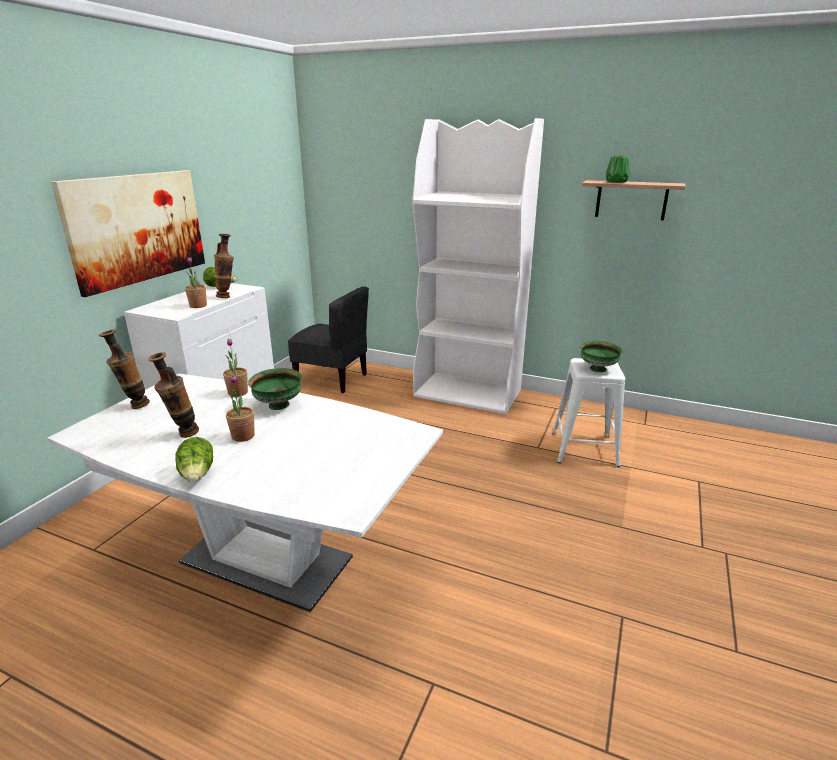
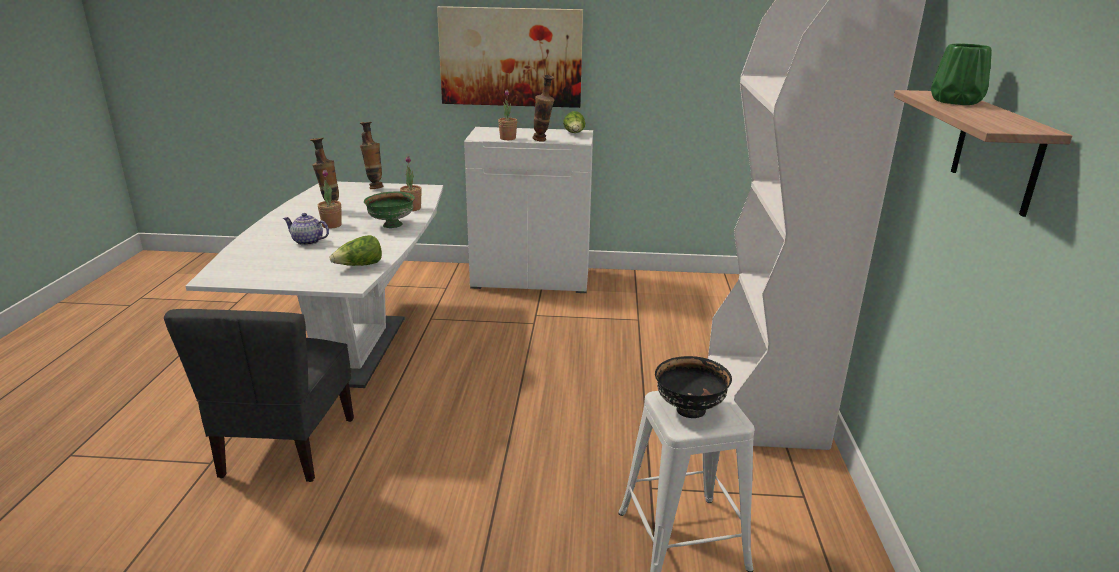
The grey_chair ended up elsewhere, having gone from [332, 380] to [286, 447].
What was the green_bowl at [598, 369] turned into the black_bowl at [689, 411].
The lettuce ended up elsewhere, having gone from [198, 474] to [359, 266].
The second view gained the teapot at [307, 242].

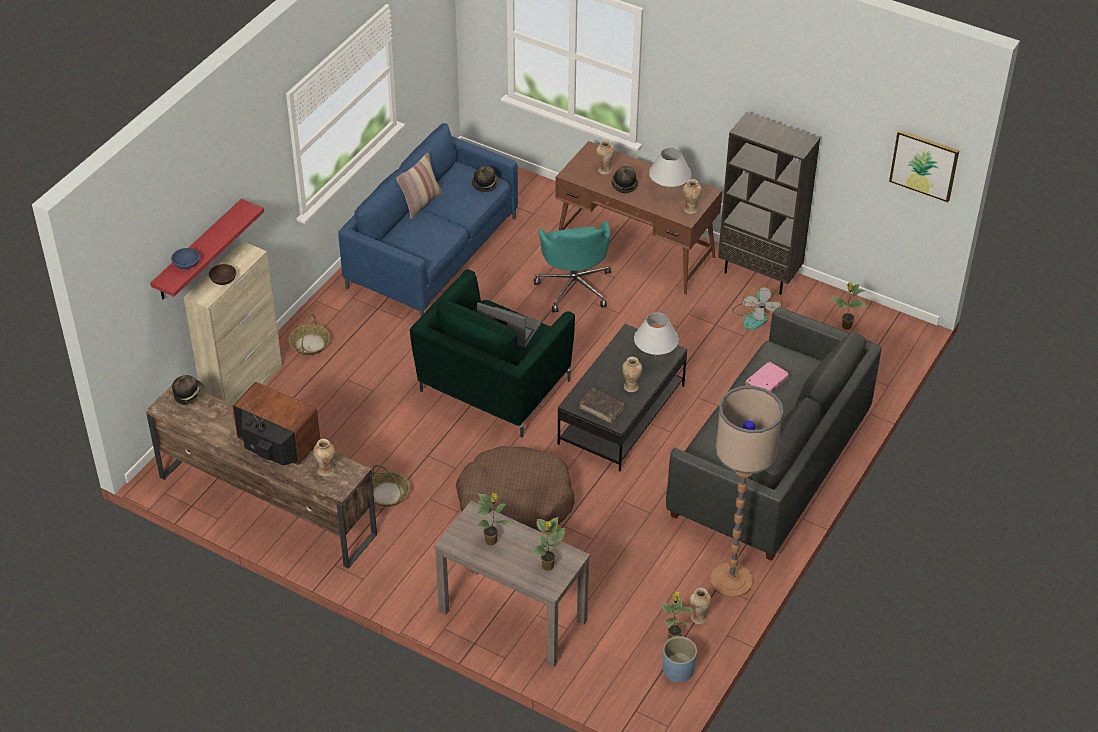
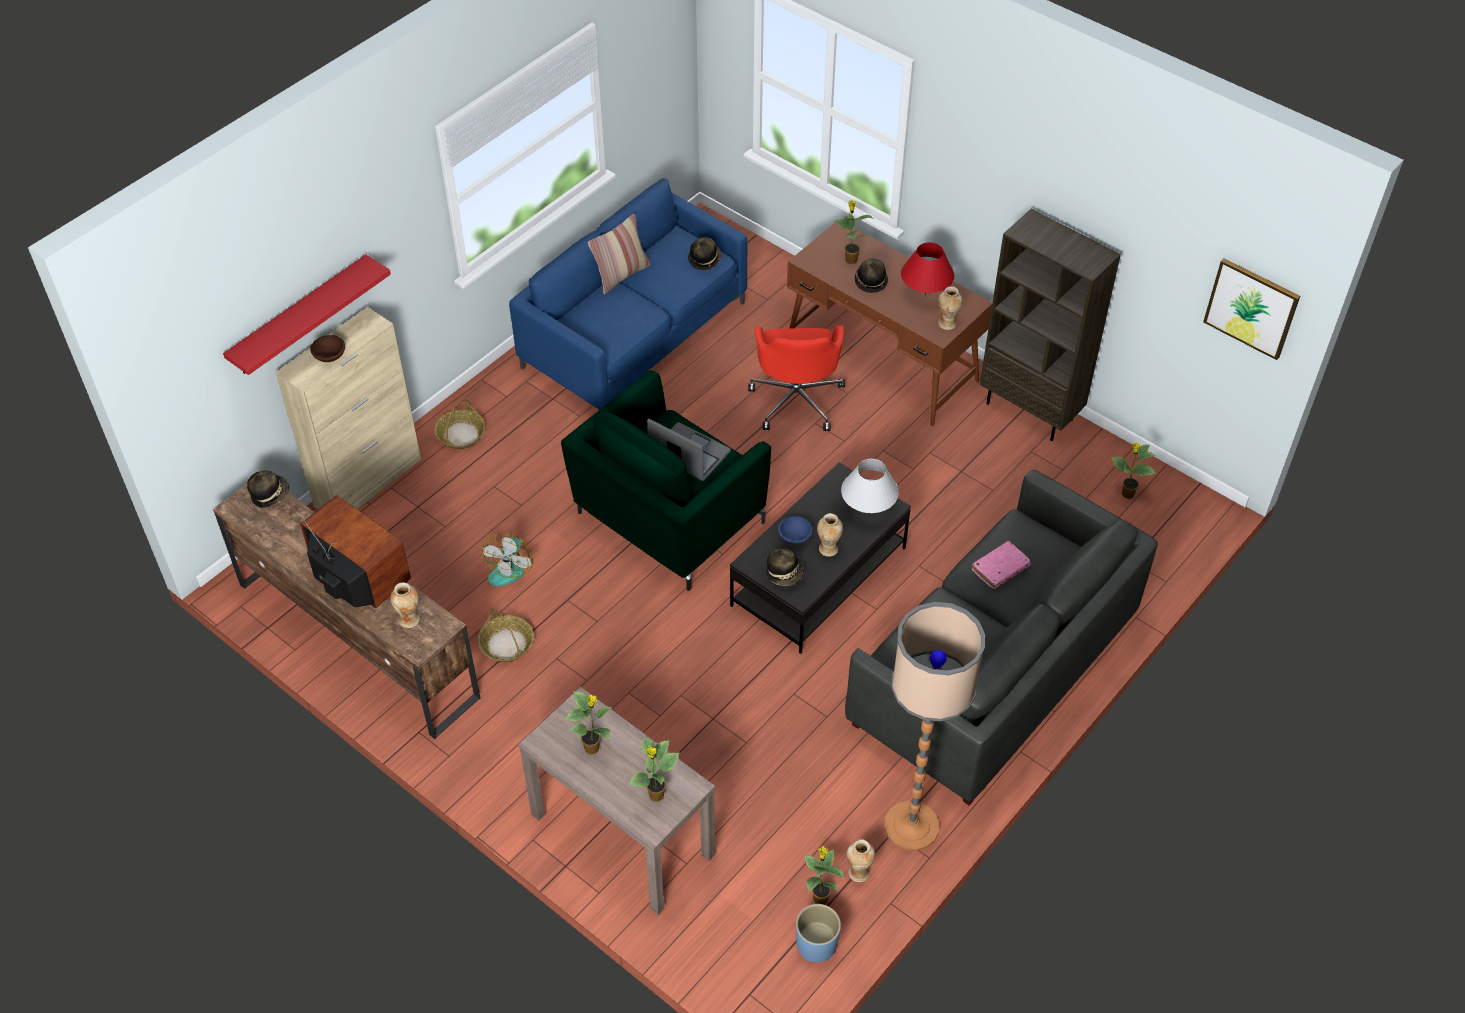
Where the vase stood at [604, 170], the potted_plant came to stand at [850, 259].
What was the white_table_lamp at [669, 190] turned into the red_table_lamp at [925, 295].
What was the turquoise_office_chair at [574, 286] turned into the red_office_chair at [796, 399].
The blue_bowl ended up elsewhere, having gone from [186, 264] to [795, 536].
The fan ended up elsewhere, having gone from [755, 316] to [509, 567].
Where the brown_book stood at [601, 408], the hat came to stand at [785, 574].
The second view lost the brown_dog_bed at [515, 501].

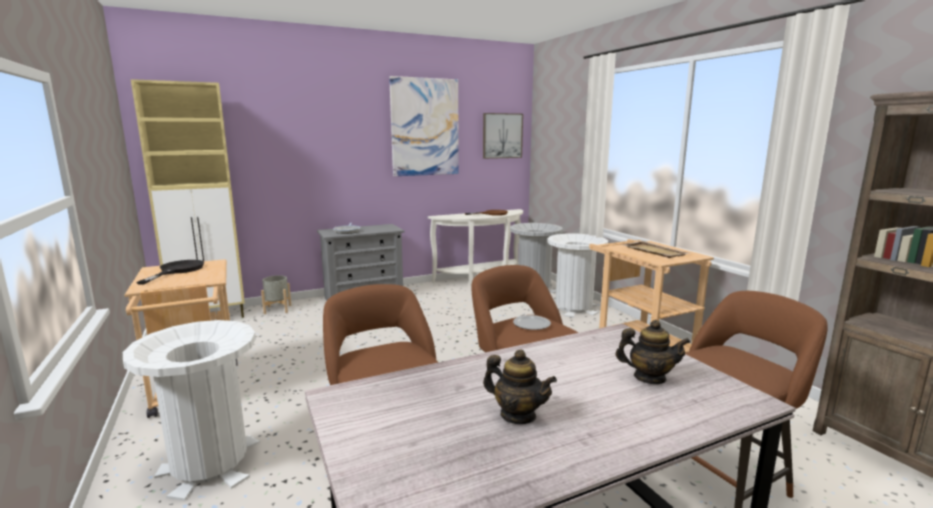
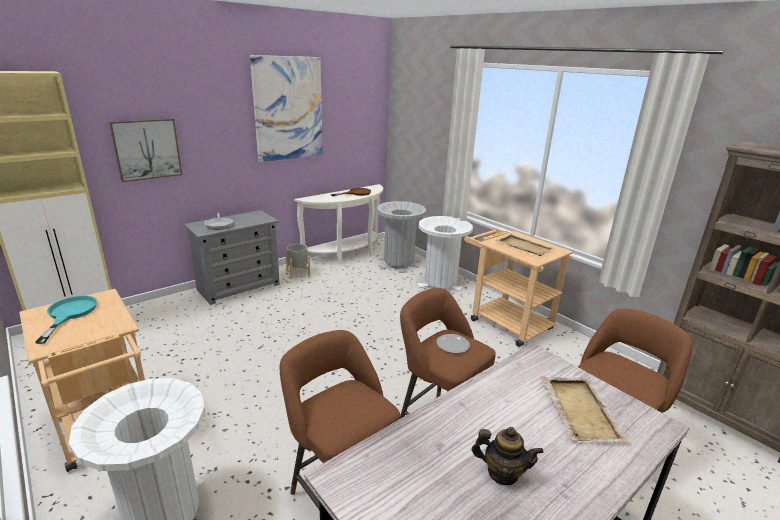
The picture ended up elsewhere, having gone from [502, 135] to [147, 149].
What was the black_frying_pan at [177, 271] turned into the turquoise_frying_pan at [69, 314].
The grey_planter ended up elsewhere, having gone from [277, 309] to [298, 273].
Where the teapot stood at [649, 378], the beige_tray came to stand at [580, 409].

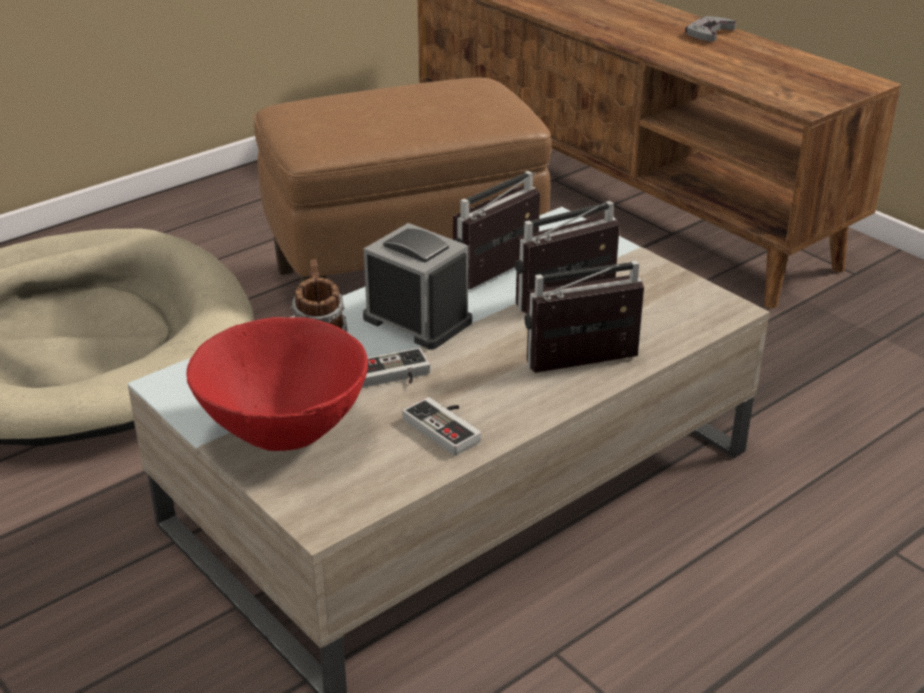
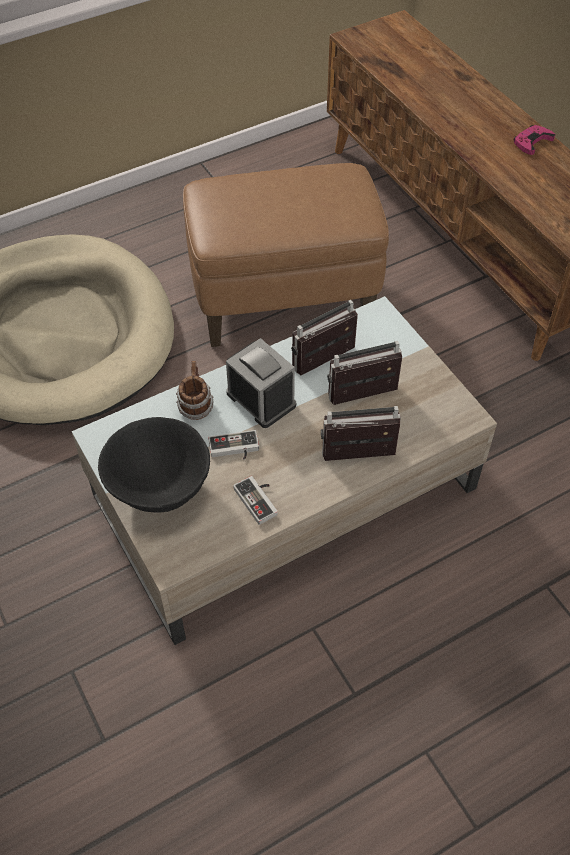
What was the grey_game_controller at [708, 33] turned into the pink_game_controller at [532, 142].
What was the red_bowl at [284, 433] turned into the black_bowl at [159, 490].

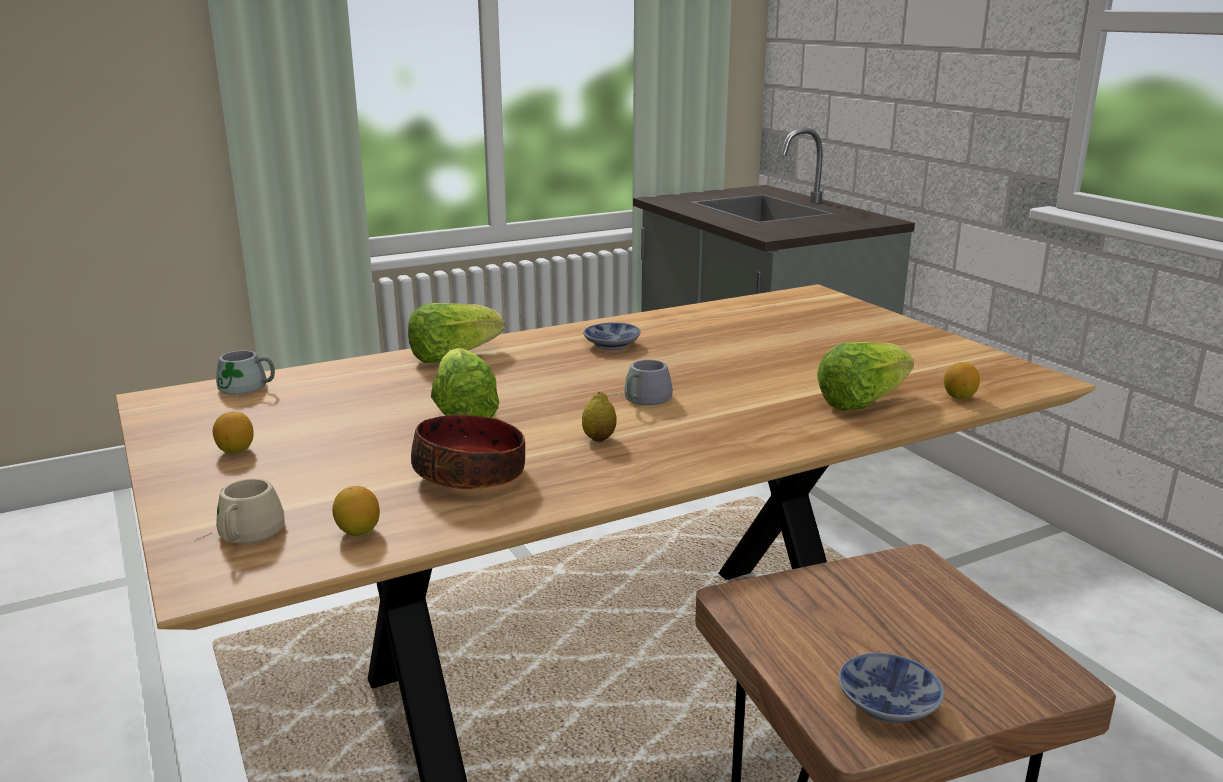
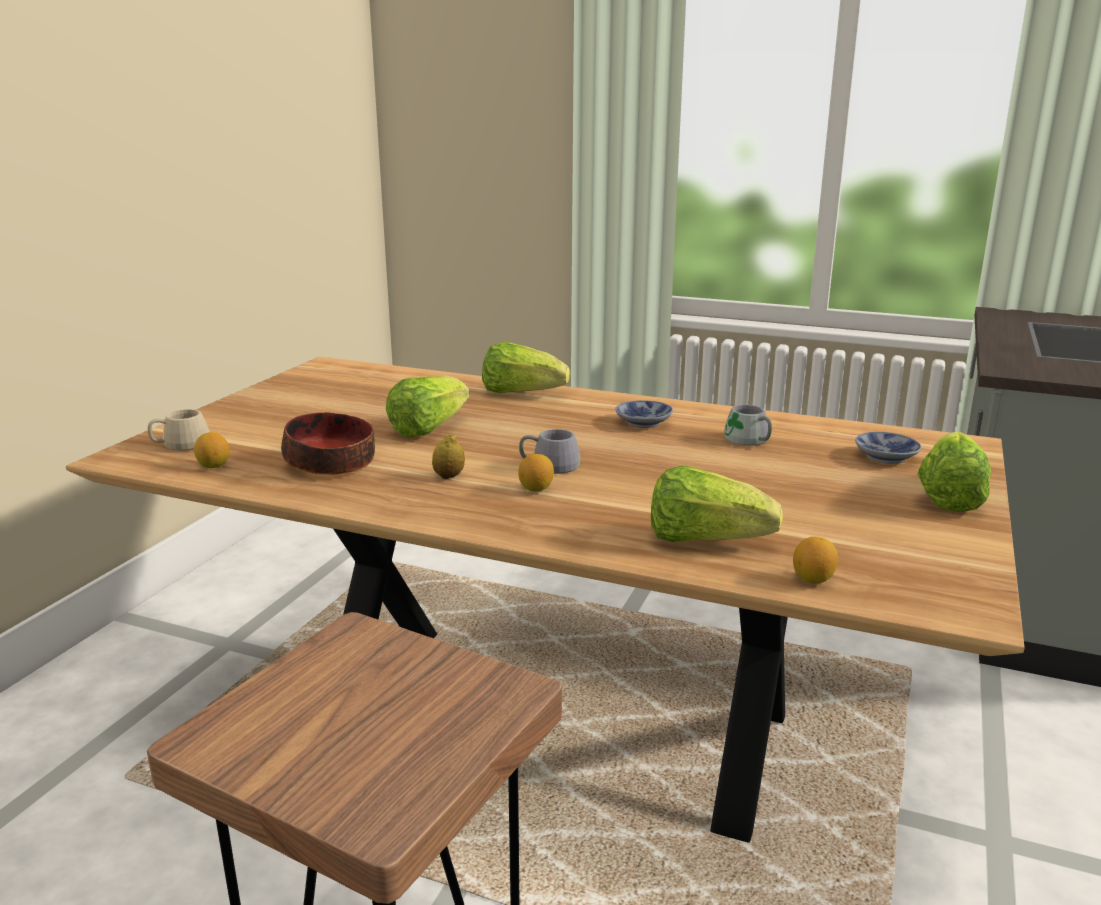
The grey_mug ended up elsewhere, having gone from [246, 389] to [746, 442].
The lemon ended up elsewhere, having gone from [236, 450] to [536, 489].
The bowl ended up elsewhere, having gone from [892, 705] to [887, 458].
The second view gained the lettuce at [949, 497].

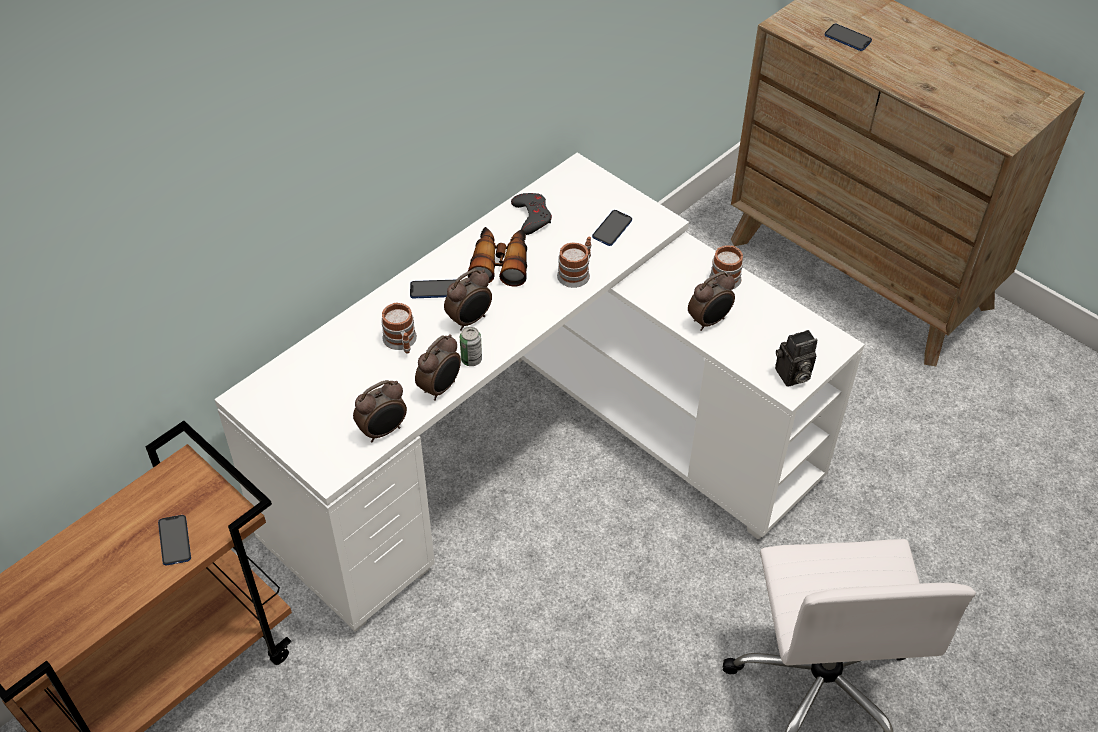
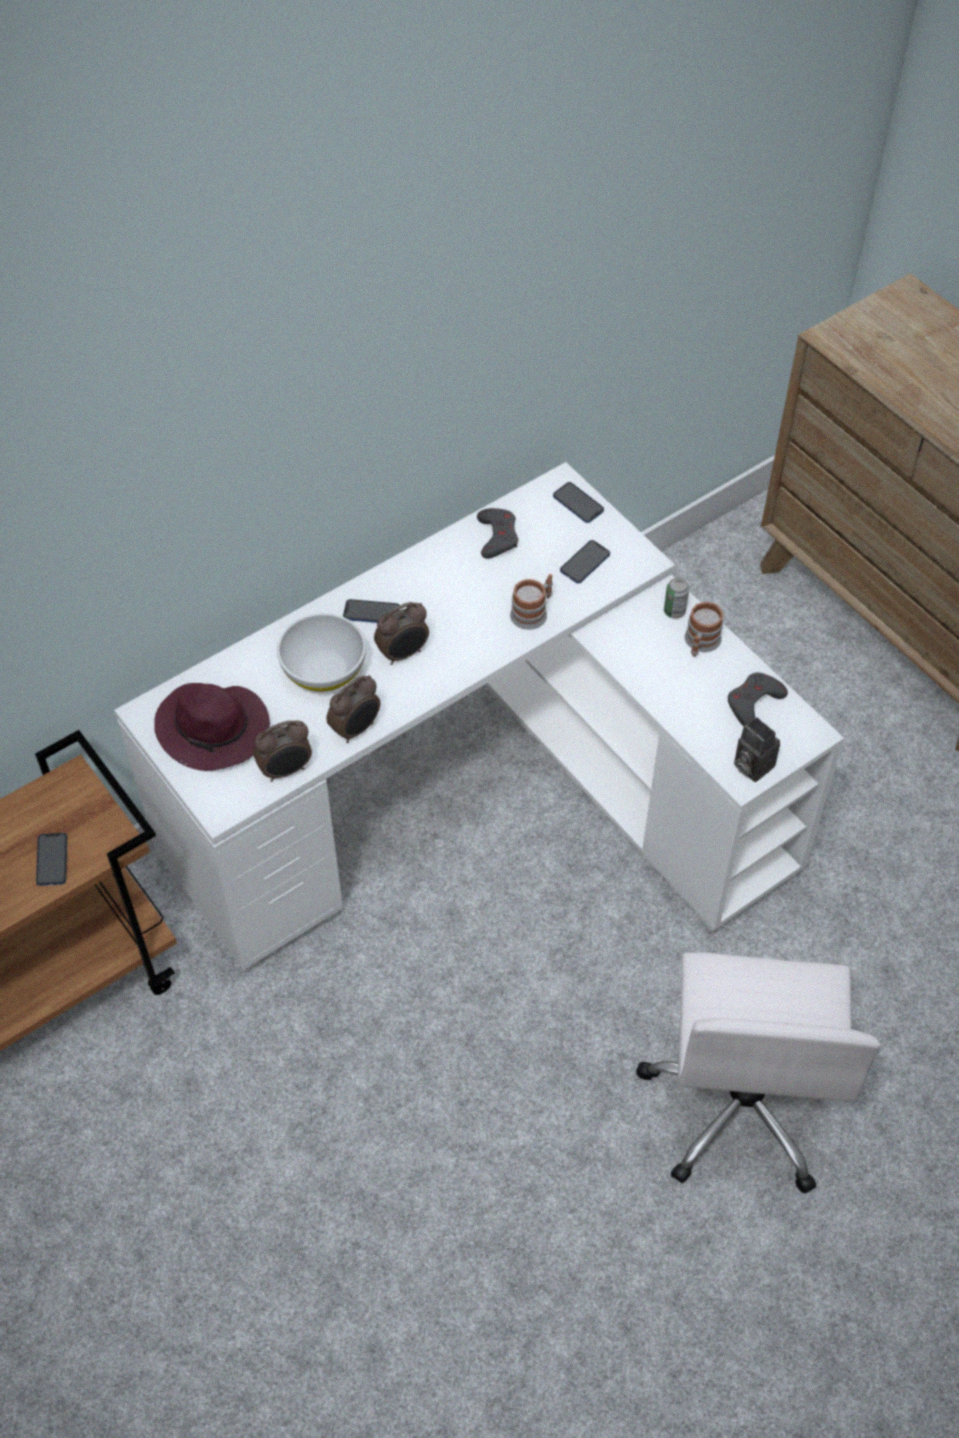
The phone ended up elsewhere, having gone from [847, 38] to [578, 503].
The second view lost the binoculars at [500, 262].
The second view lost the alarm_clock at [709, 321].
Where the mug stood at [401, 342], the white_bowl came to stand at [324, 670].
The can ended up elsewhere, having gone from [471, 360] to [674, 611].
The photo_camera at [791, 376] ended up facing another way, 60 degrees clockwise from before.
The second view gained the grey_game_controller at [753, 702].
The second view gained the purple_hat at [215, 730].

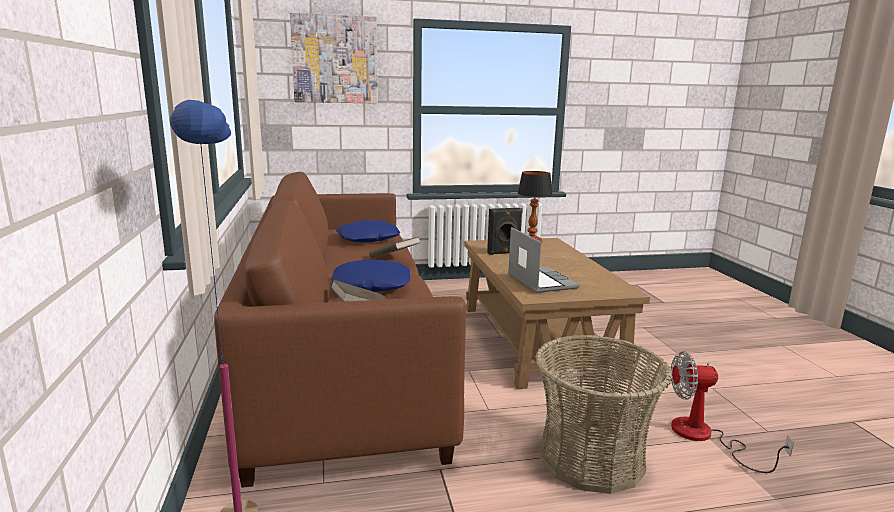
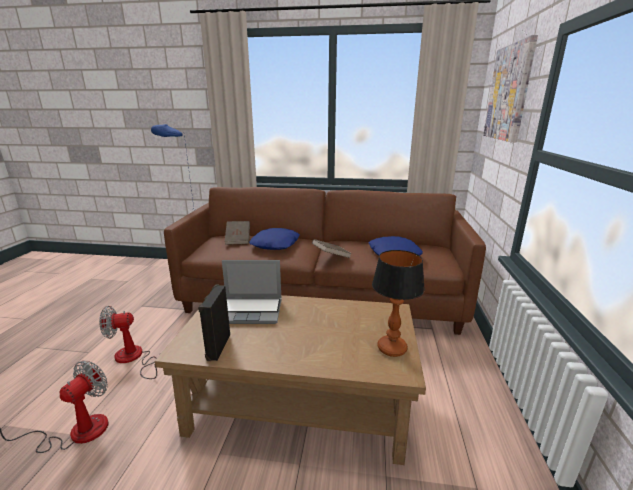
The black_speaker ended up elsewhere, having gone from [504, 253] to [217, 347].
Where the basket stood at [591, 458], the fan came to stand at [134, 358].

